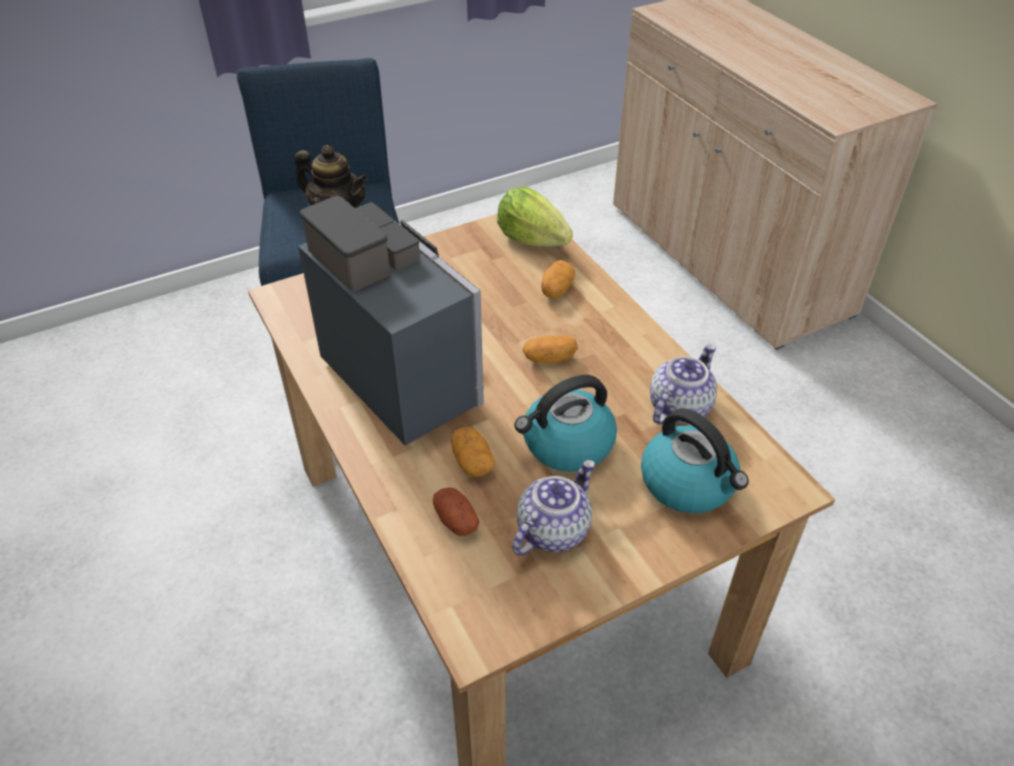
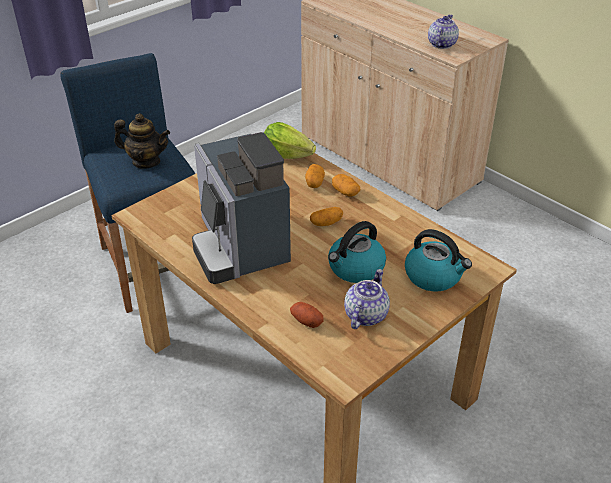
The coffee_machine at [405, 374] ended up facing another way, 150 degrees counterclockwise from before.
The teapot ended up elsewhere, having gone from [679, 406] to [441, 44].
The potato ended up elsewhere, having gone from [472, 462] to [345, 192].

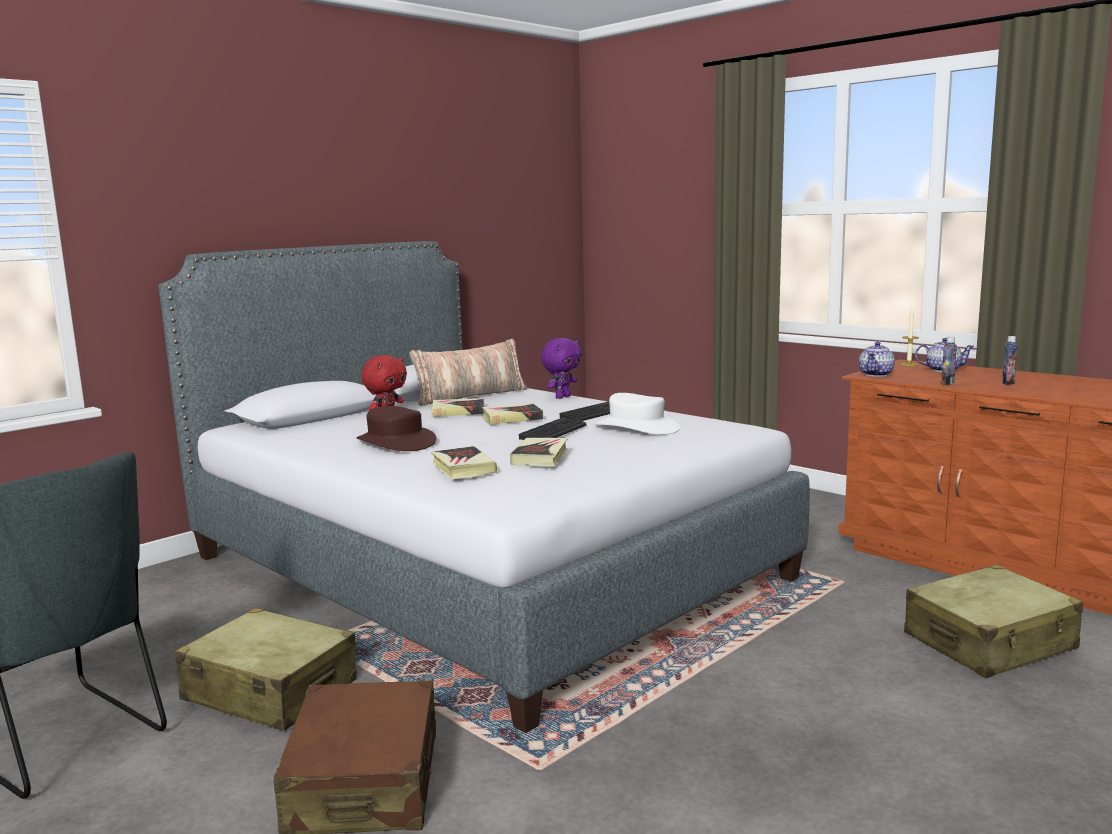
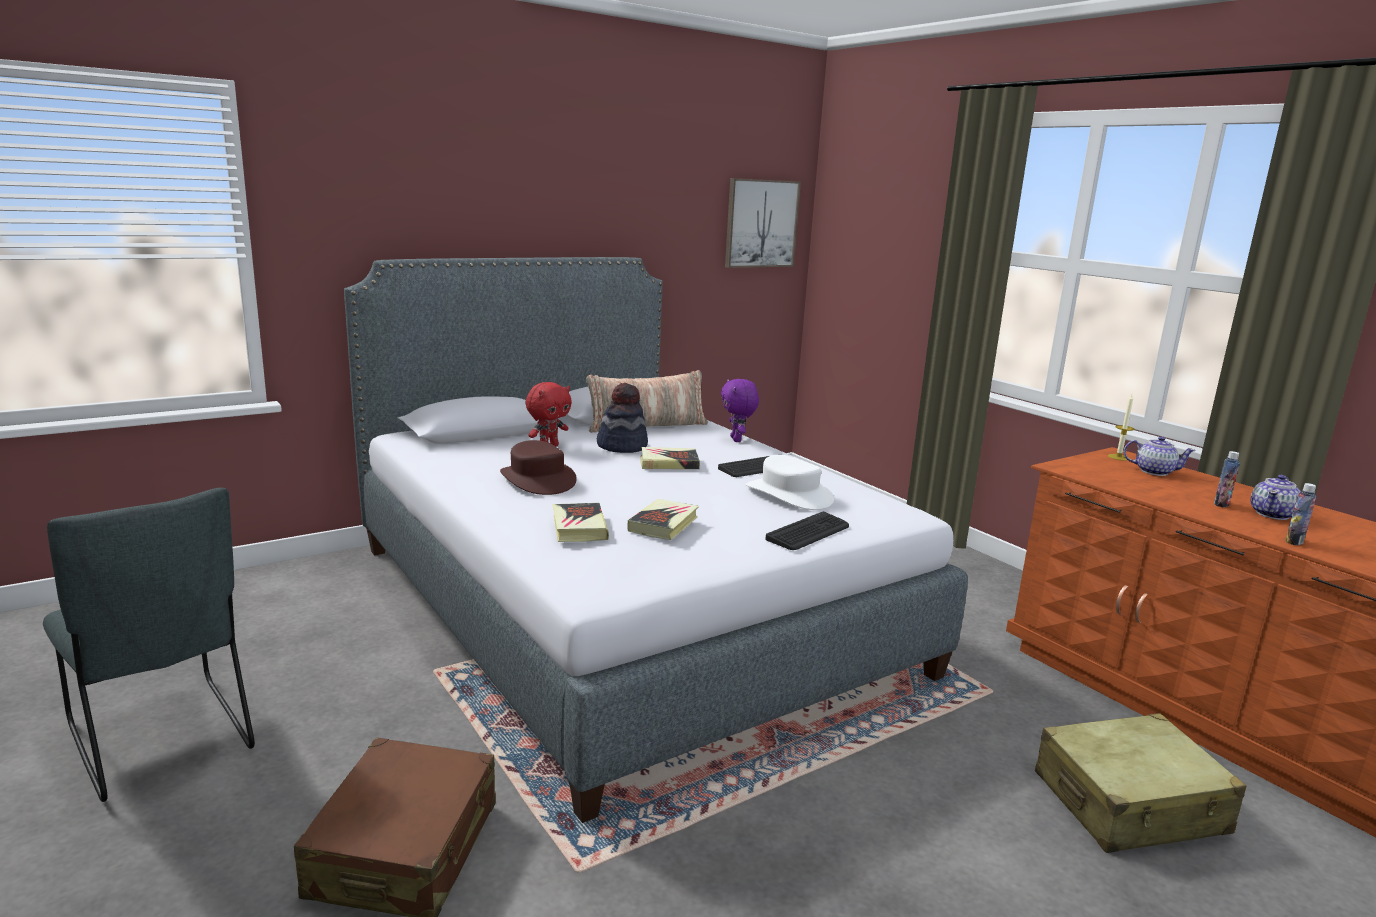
The bottle ended up elsewhere, having gone from [947, 383] to [1294, 541].
The purple_plush_toy at [562, 397] ended up facing another way, 120 degrees clockwise from before.
The teapot ended up elsewhere, having gone from [876, 374] to [1273, 514].
Where the book stood at [458, 412], the hat came to stand at [622, 446].
The keyboard ended up elsewhere, having gone from [554, 431] to [808, 532].
The second view lost the beige_suitcase at [270, 691].
The second view gained the picture at [761, 223].

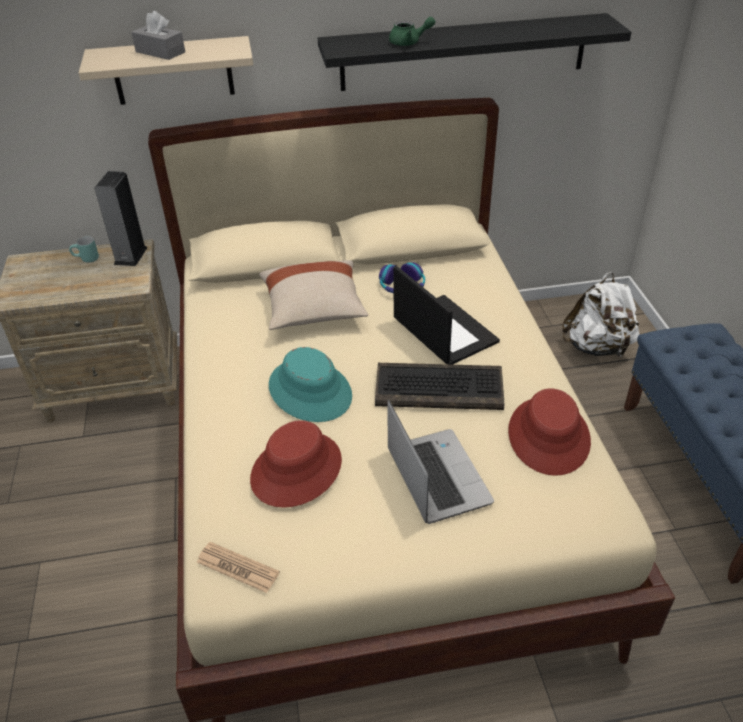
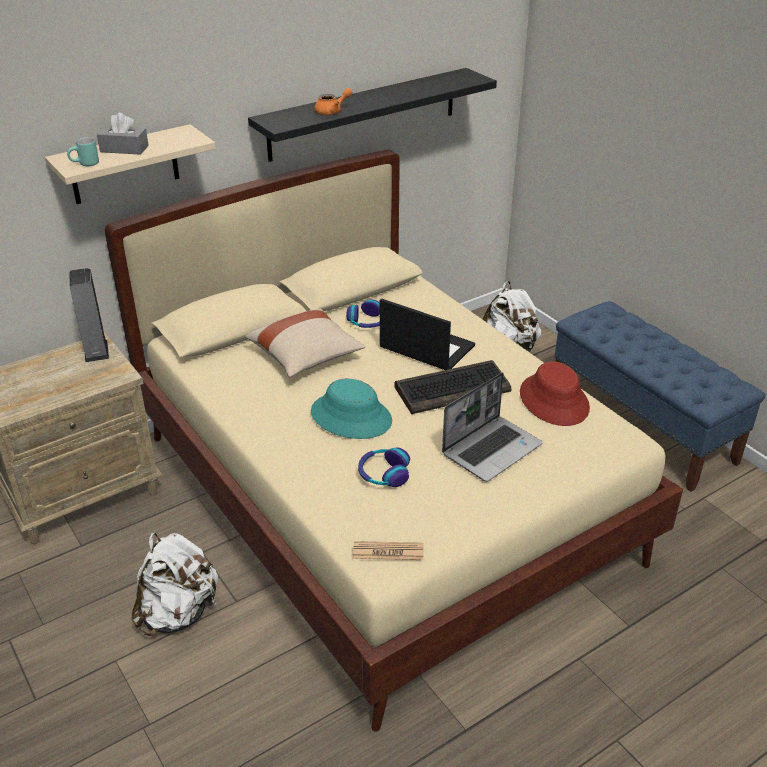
What was the green_teapot at [409, 43] turned into the orange_teapot at [332, 112].
The turquoise_mug ended up elsewhere, having gone from [86, 260] to [85, 165].
The laptop at [436, 476] ended up facing another way, 90 degrees clockwise from before.
Where the red_hat stood at [296, 469], the headphones came to stand at [383, 474].
The second view gained the white_backpack at [178, 613].

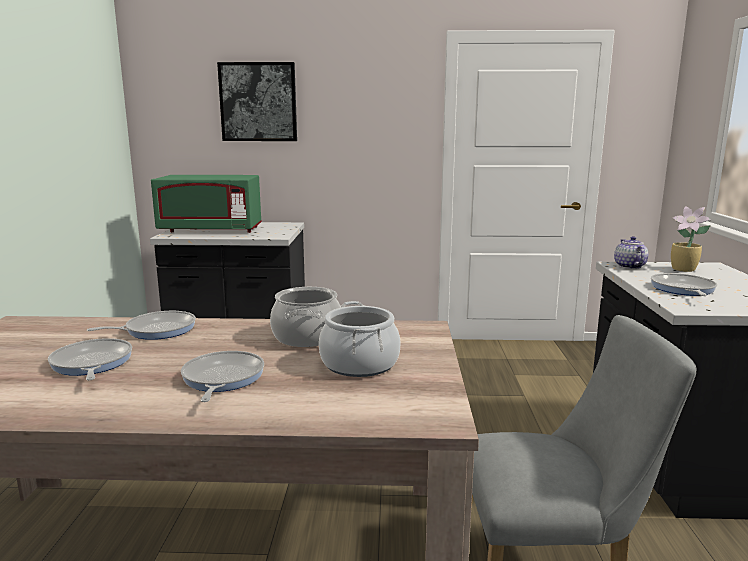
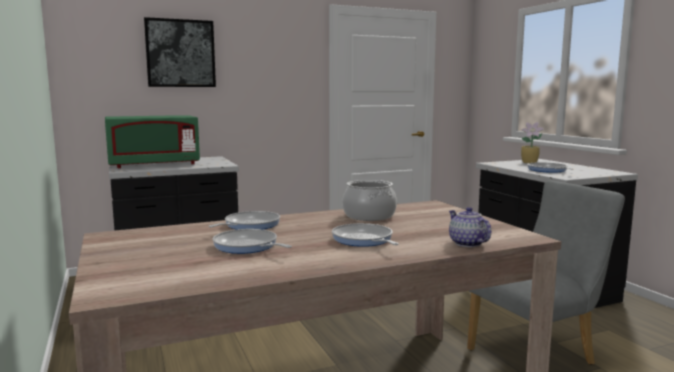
The teapot ended up elsewhere, having gone from [628, 266] to [466, 243].
The second view lost the cooking_pot at [360, 364].

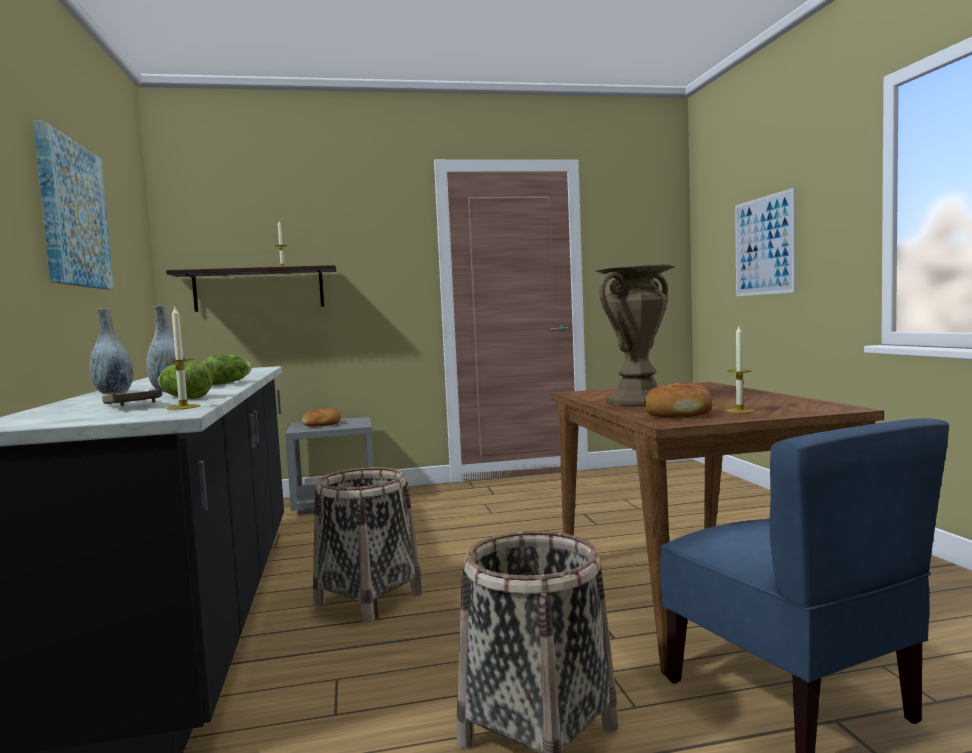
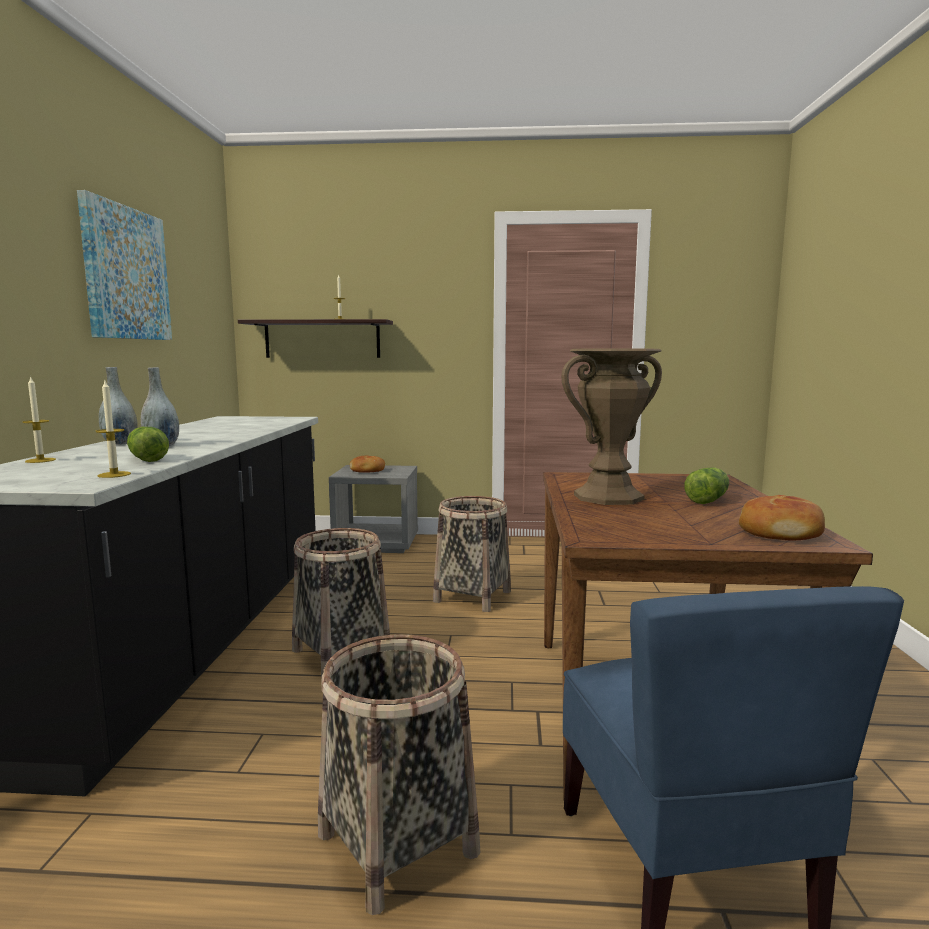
The second view lost the picture at [764, 246].
The candle ended up elsewhere, having gone from [739, 411] to [40, 460].
The lettuce ended up elsewhere, having gone from [229, 382] to [708, 500].
The bread ended up elsewhere, having gone from [678, 413] to [780, 532].
The second view lost the brown_tray at [131, 405].
The second view gained the basket at [473, 596].

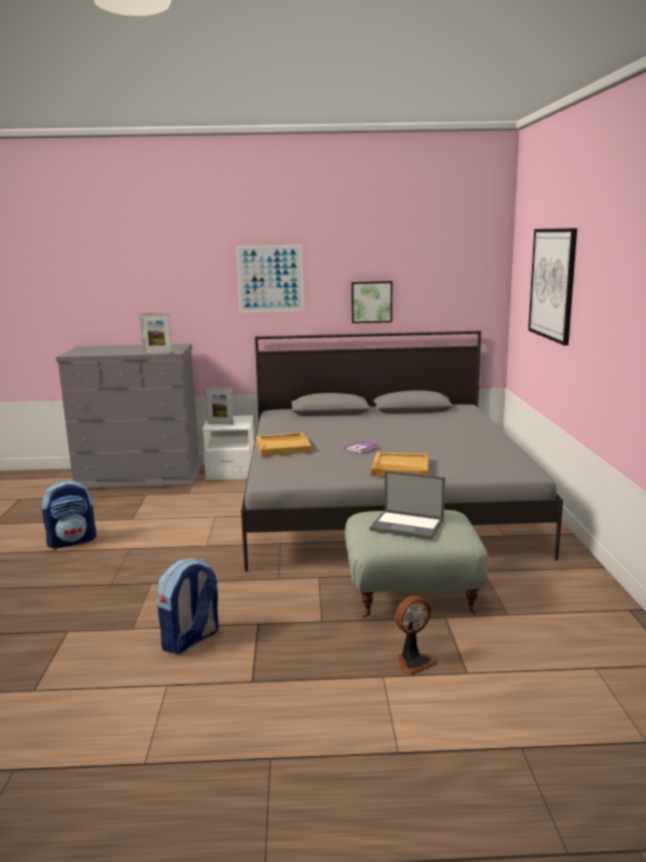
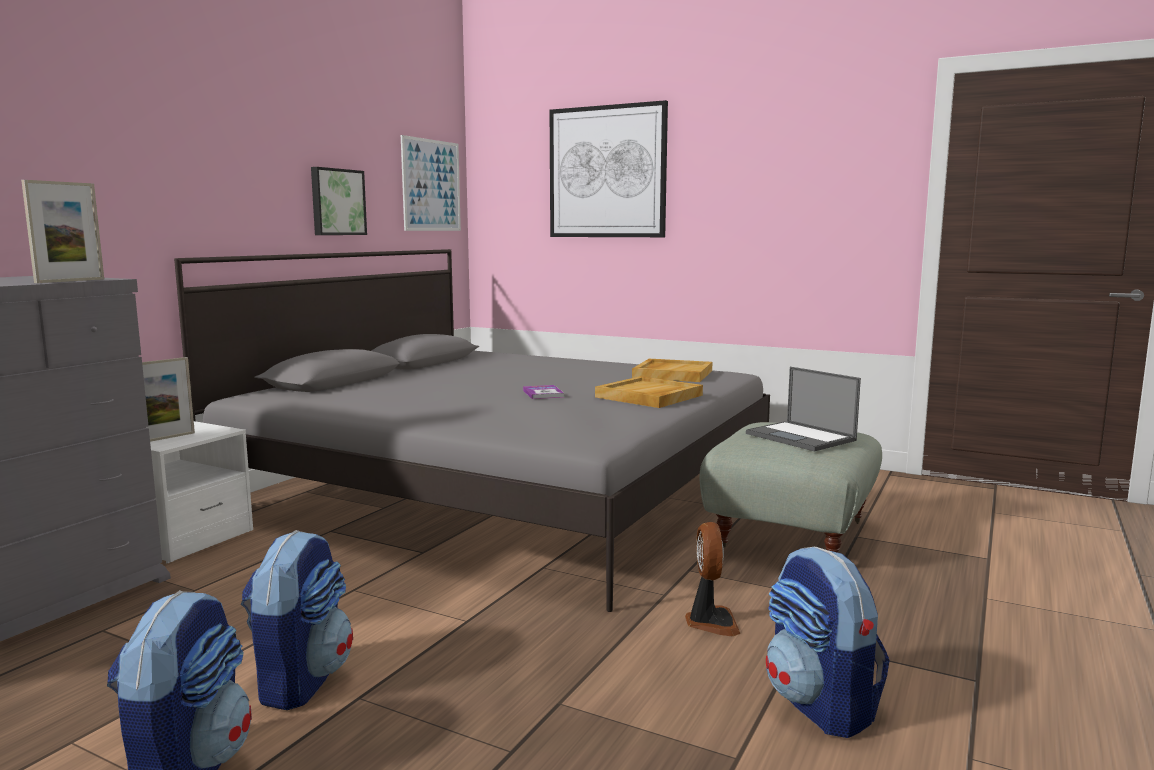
The picture ended up elsewhere, having gone from [270, 278] to [431, 185].
The beige_tray ended up elsewhere, having gone from [283, 447] to [672, 374].
The laptop at [408, 525] ended up facing another way, 90 degrees clockwise from before.
The fan ended up elsewhere, having gone from [413, 662] to [710, 622].
The second view gained the backpack at [300, 680].

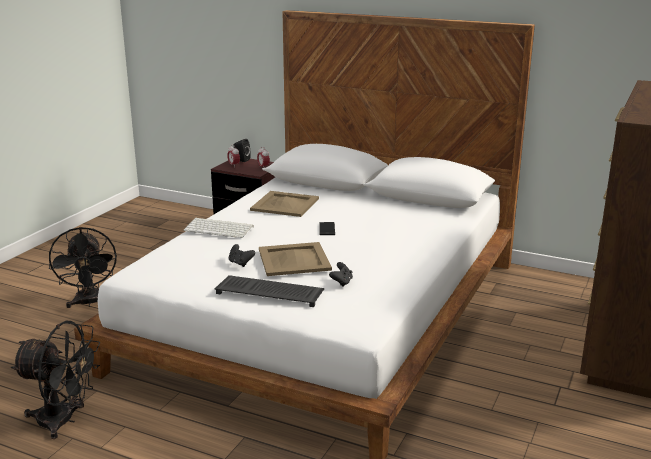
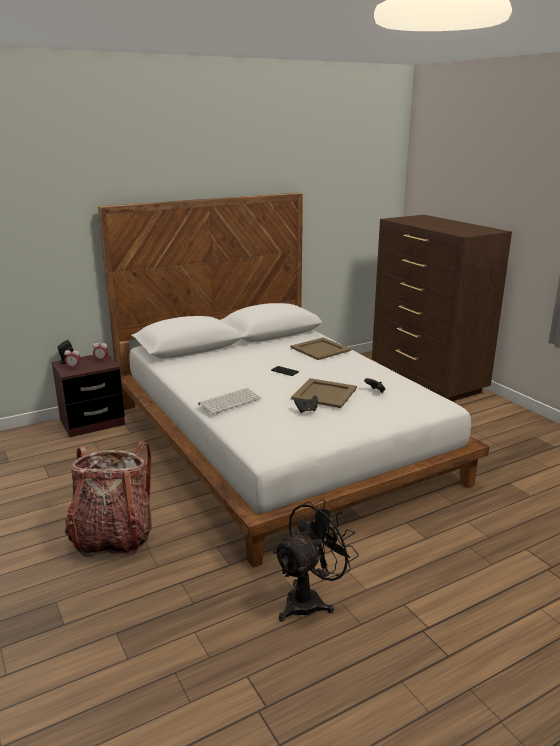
The beige_tray ended up elsewhere, having gone from [285, 204] to [321, 349].
Where the black_fan stood at [89, 303], the backpack came to stand at [113, 537].
The second view lost the keyboard at [271, 292].

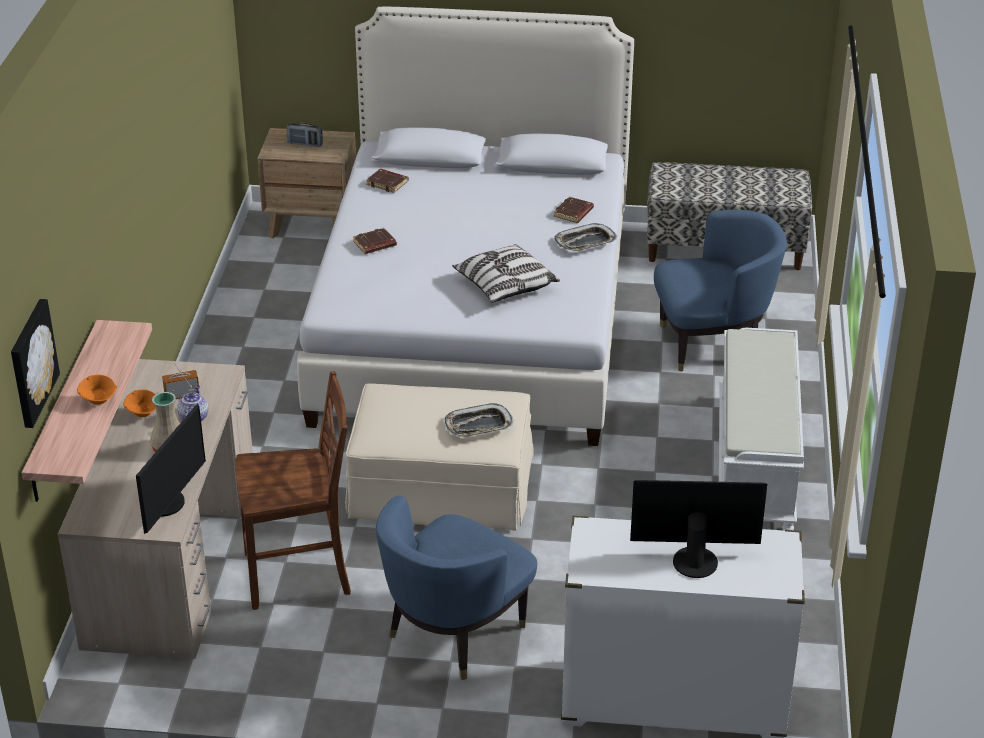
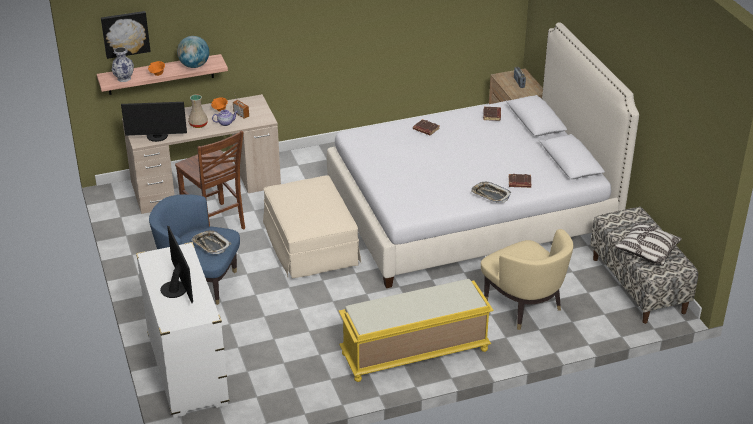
What was the blue_armchair at [712, 344] turned into the beige_armchair at [523, 306].
The pillow ended up elsewhere, having gone from [505, 286] to [647, 251].
What was the white_bench at [756, 463] turned into the yellow_bench at [414, 353].
The tray ended up elsewhere, having gone from [478, 426] to [211, 245].
The second view gained the globe at [194, 66].
The second view gained the vase at [124, 78].

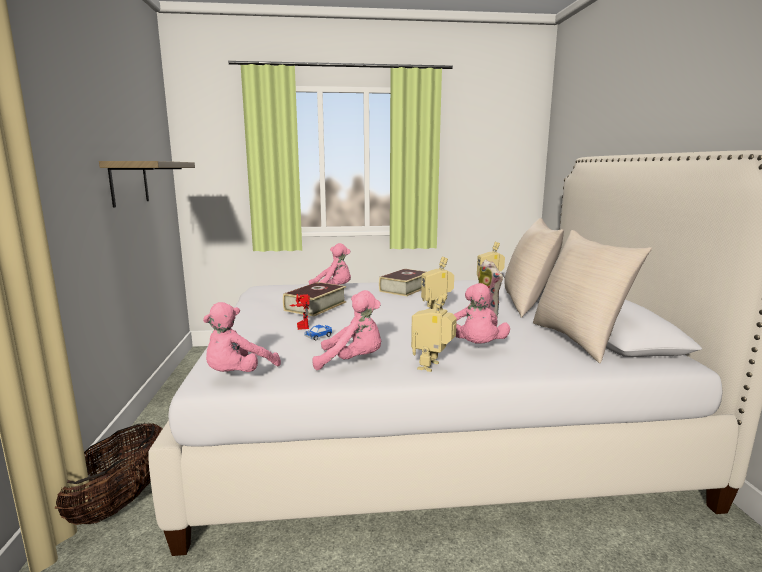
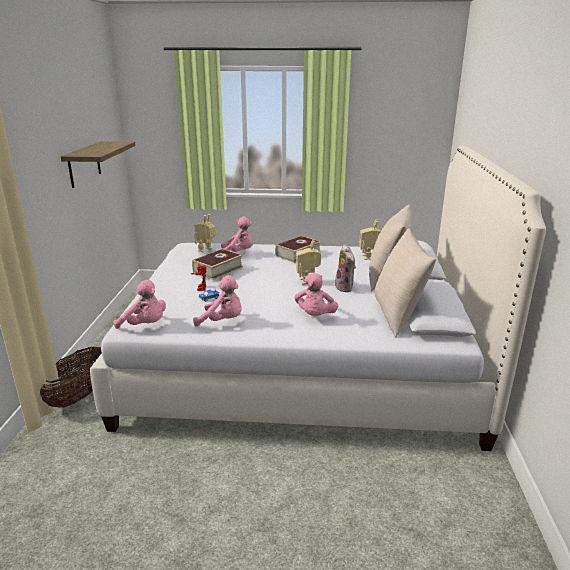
The toy_robot ended up elsewhere, having gone from [432, 367] to [206, 250].
The pink_plush_toy at [238, 375] ended up facing another way, 105 degrees counterclockwise from before.

